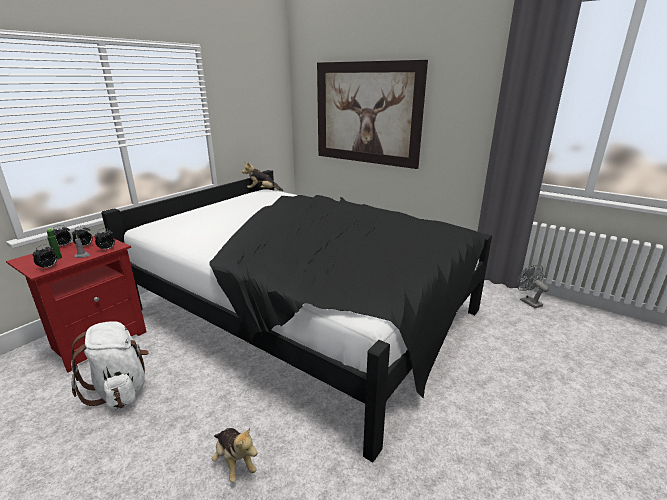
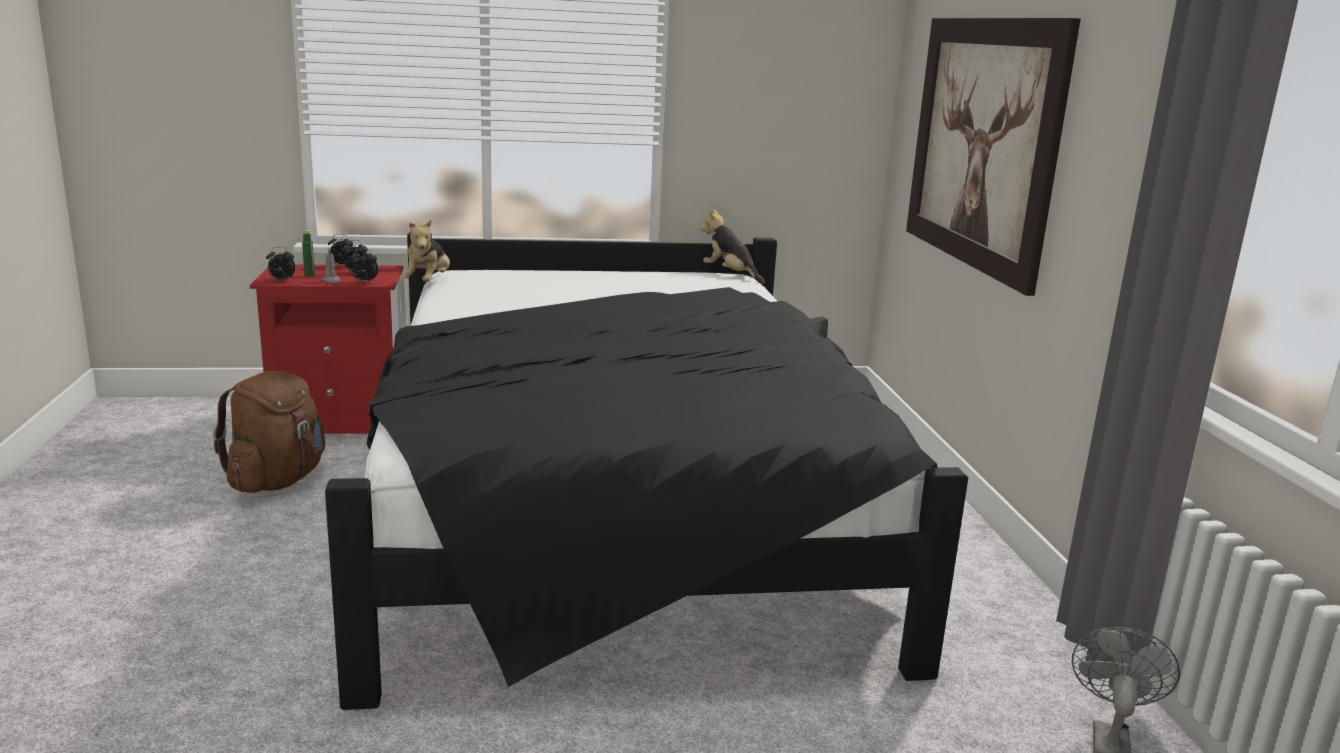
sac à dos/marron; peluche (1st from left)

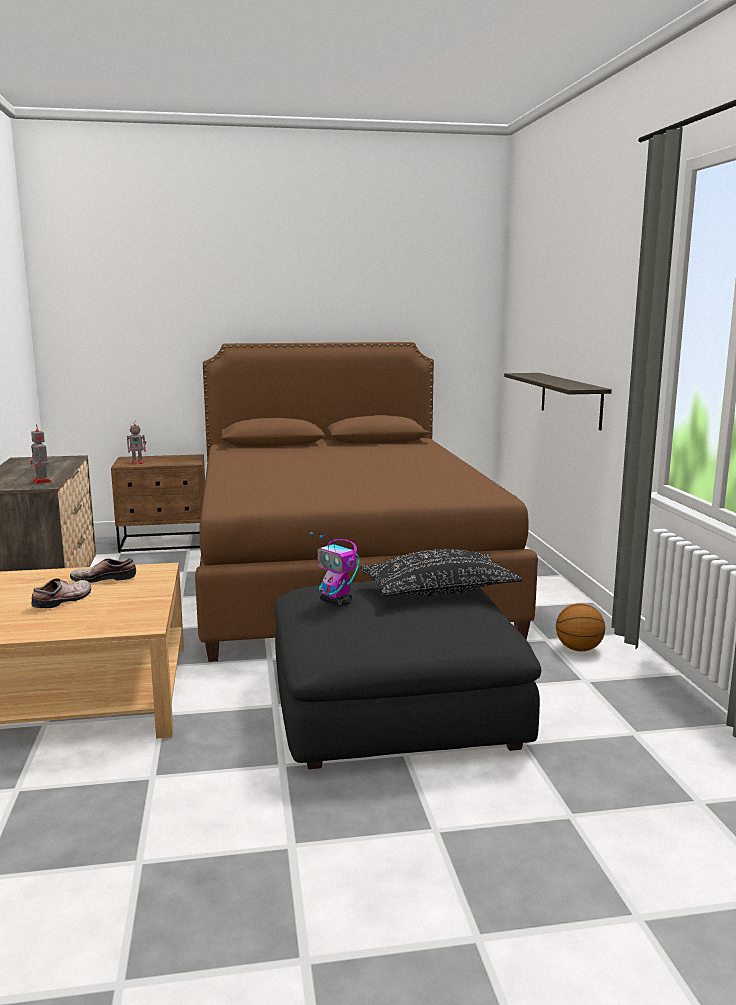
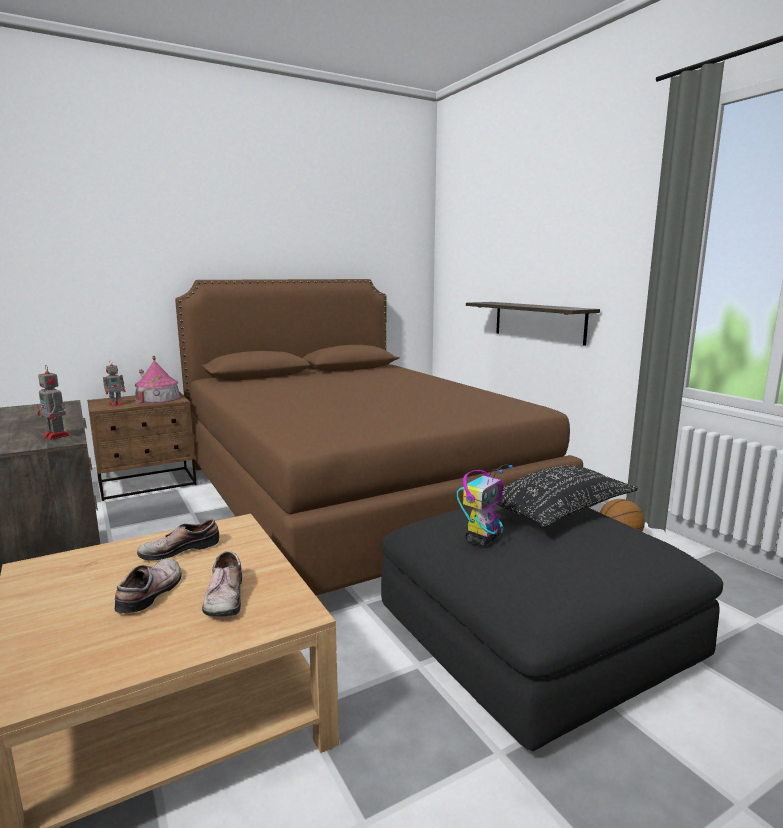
maison miniature; chaussure (3rd from left); robot jouet (3rd from left)

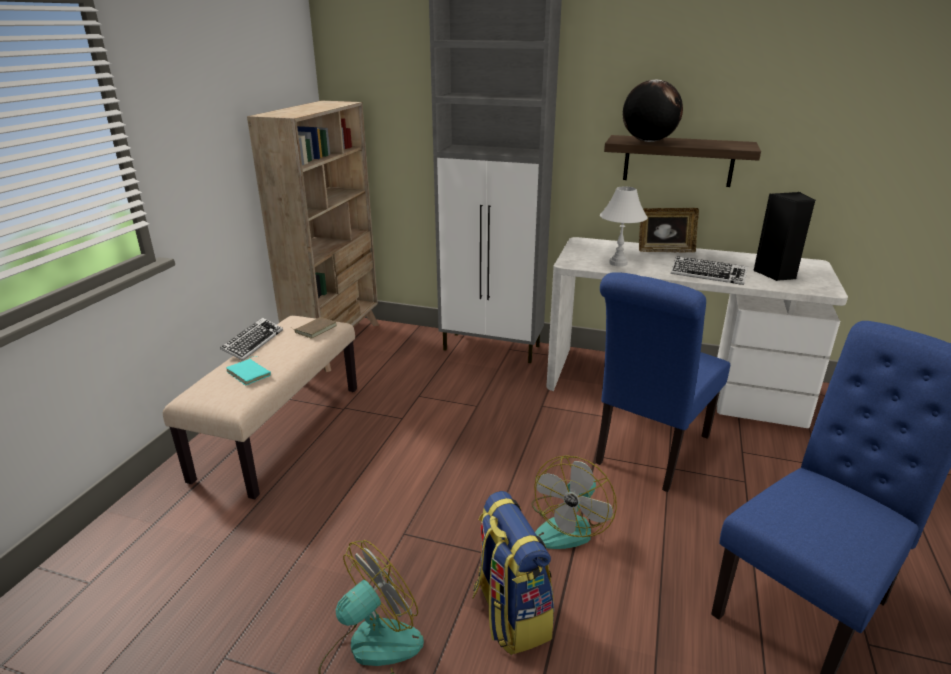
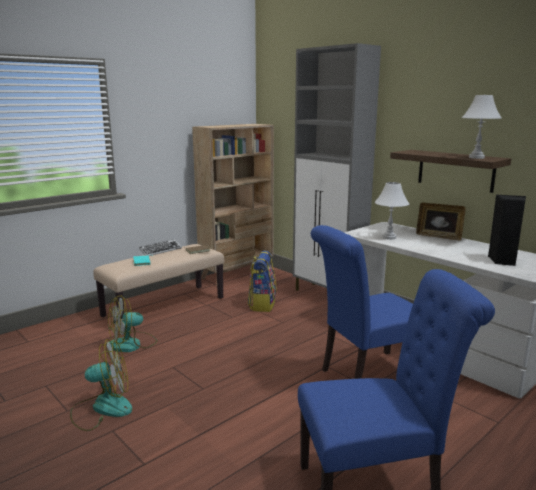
ventilateur (2nd from left); sac à dos; lampe de table/blanc (2nd from left); globe; clavier (2nd from left in the first image)

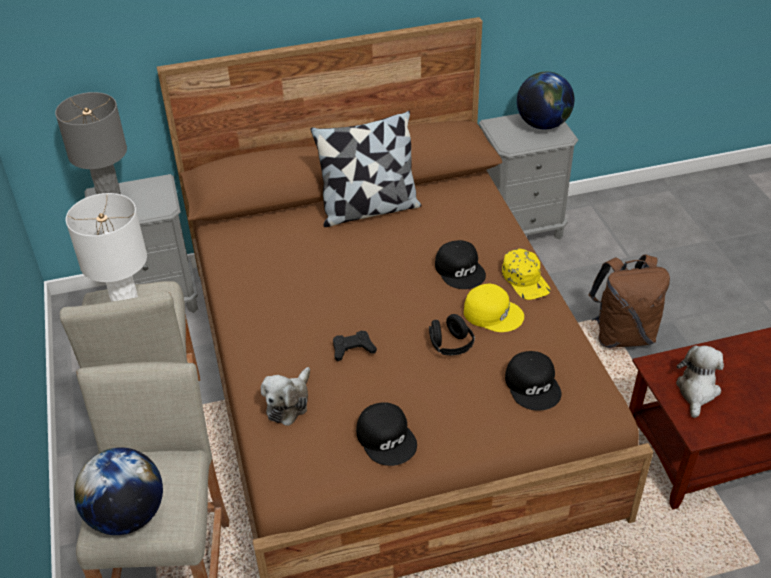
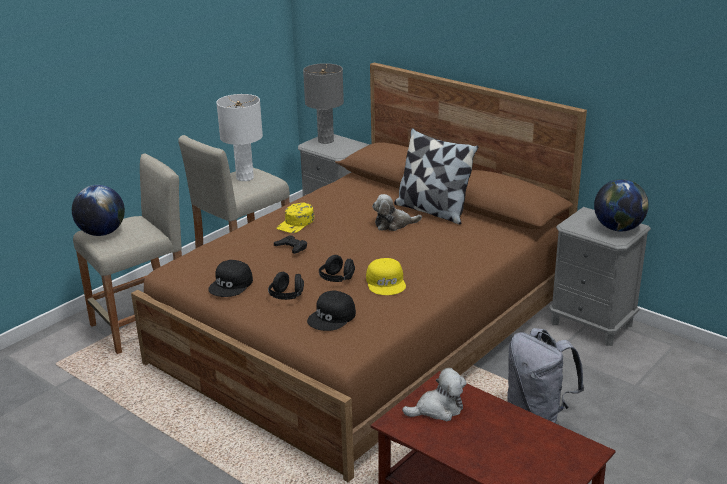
casque audio/noir (1st from left); casquette/jaune (1st from left); peluche (1st from left); sac à dos/gris; casquette/noir (2nd from left in the first image)

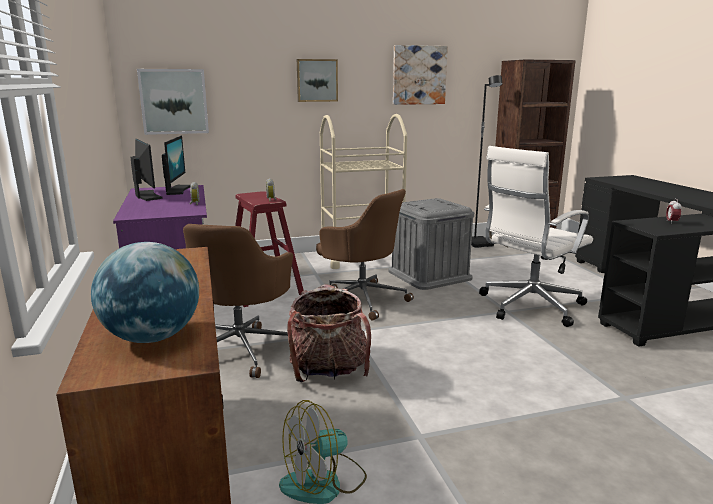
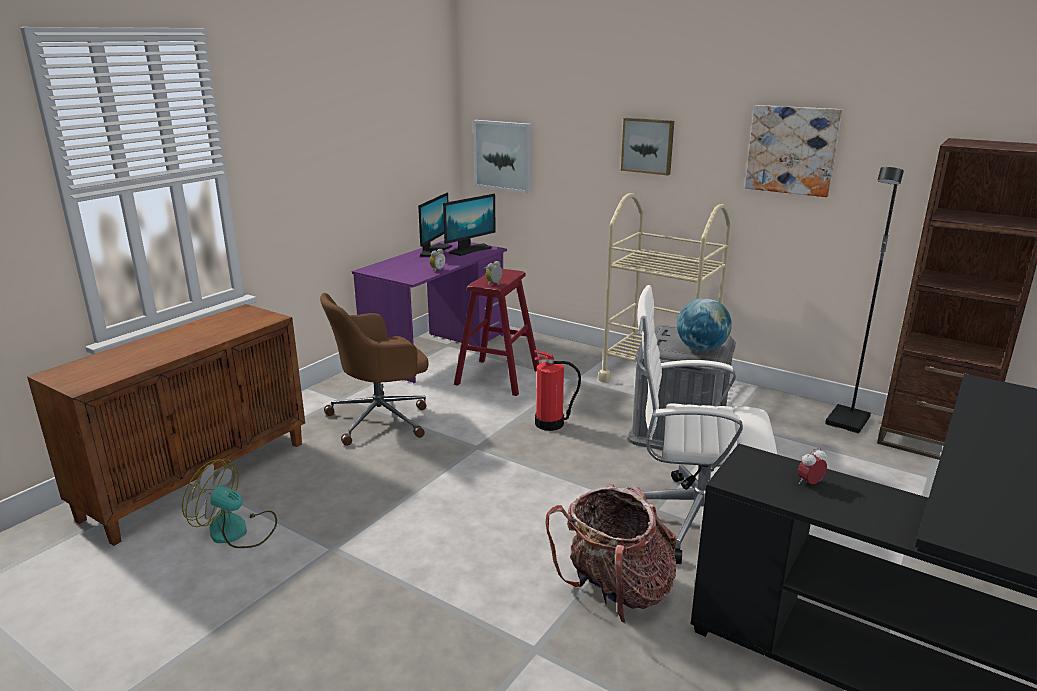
extincteur; sac à dos; globe

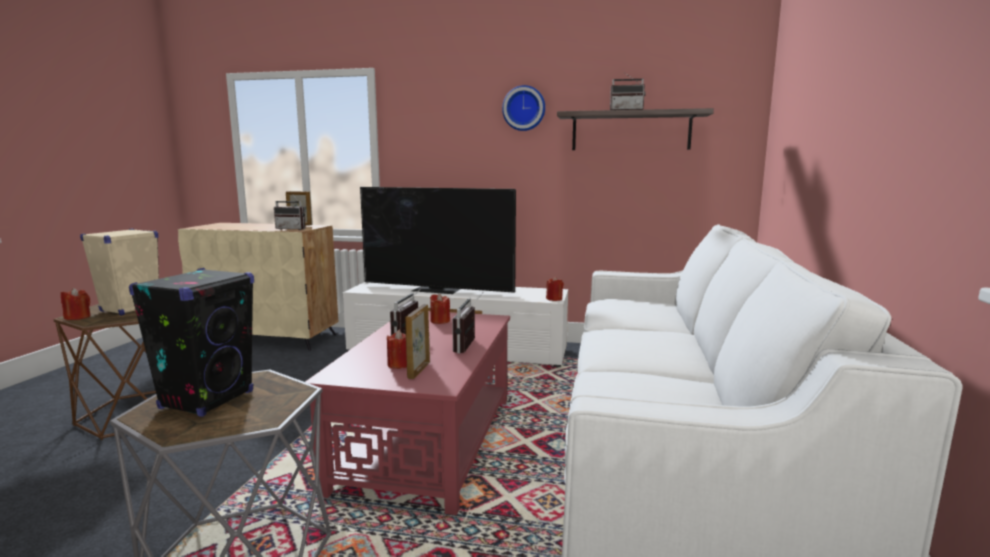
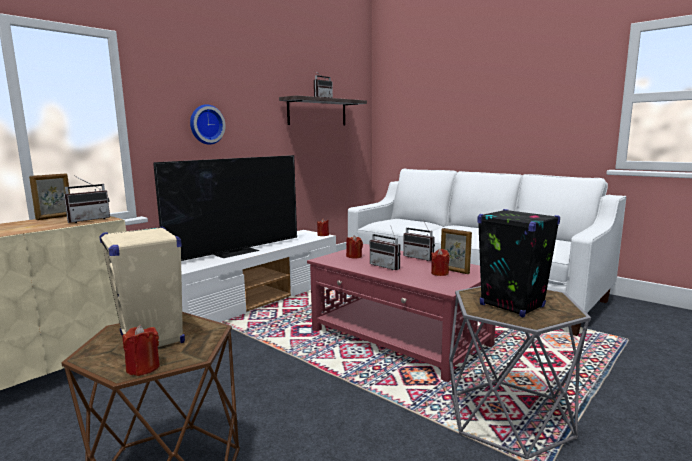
horloge murale

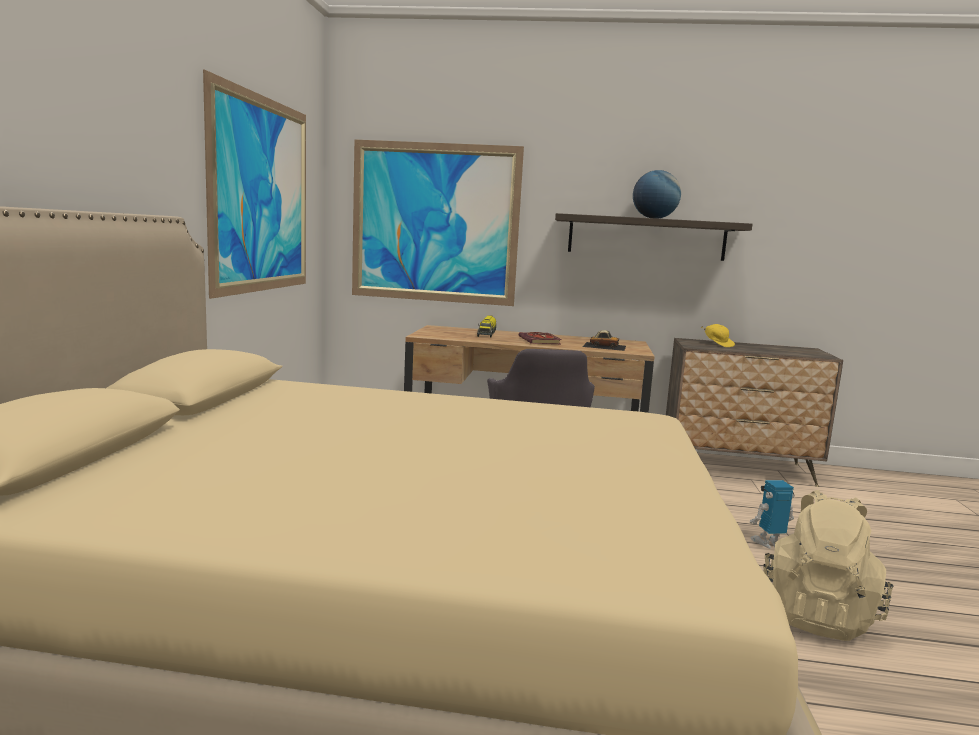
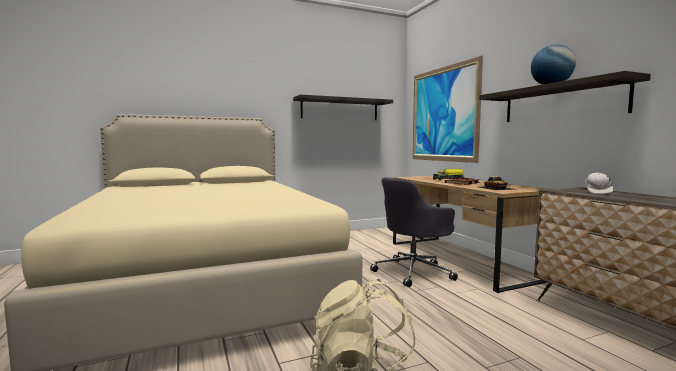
étagère (1st from left); casquette/blanc; robot jouet

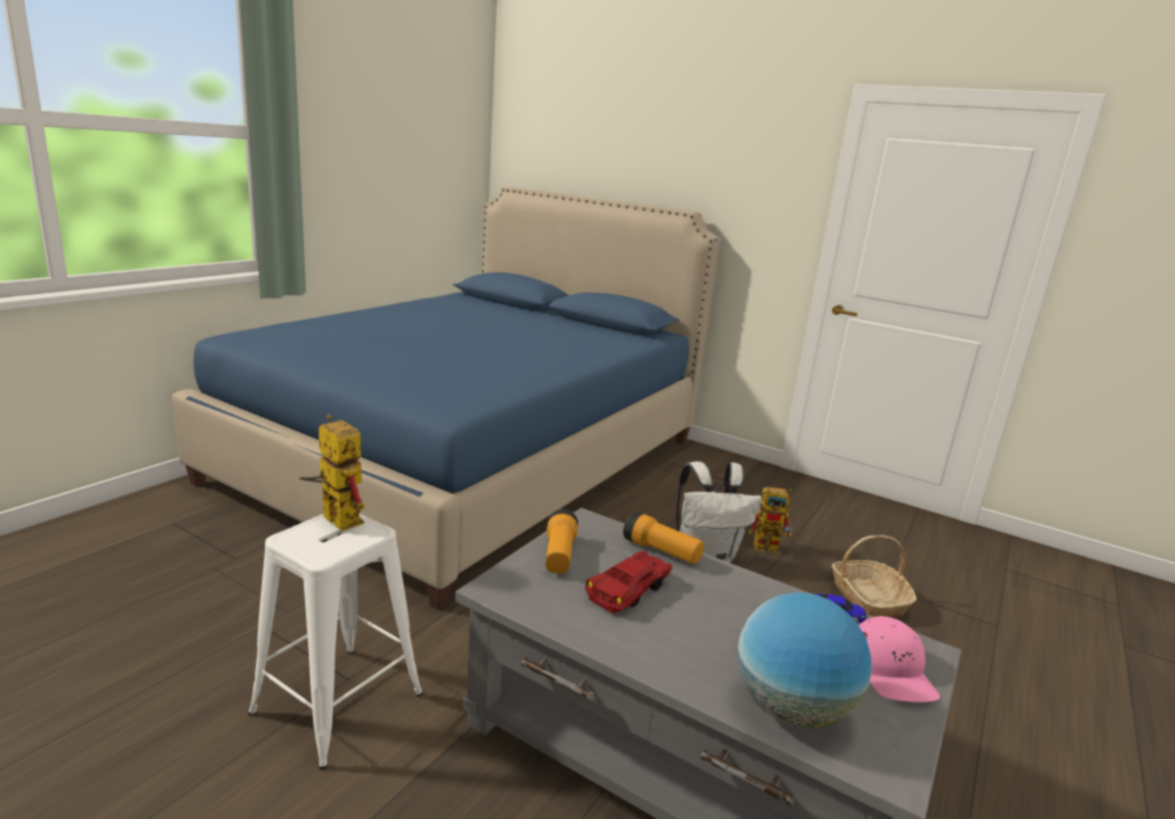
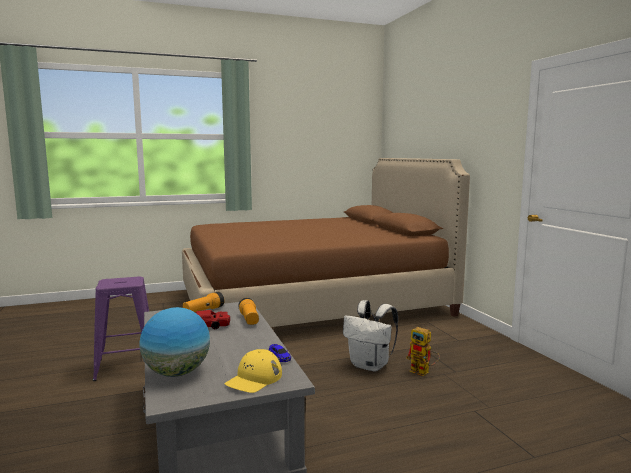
tabouret/violet; lit/marron; casquette/jaune; robot jouet (1st from left in the first image); panier

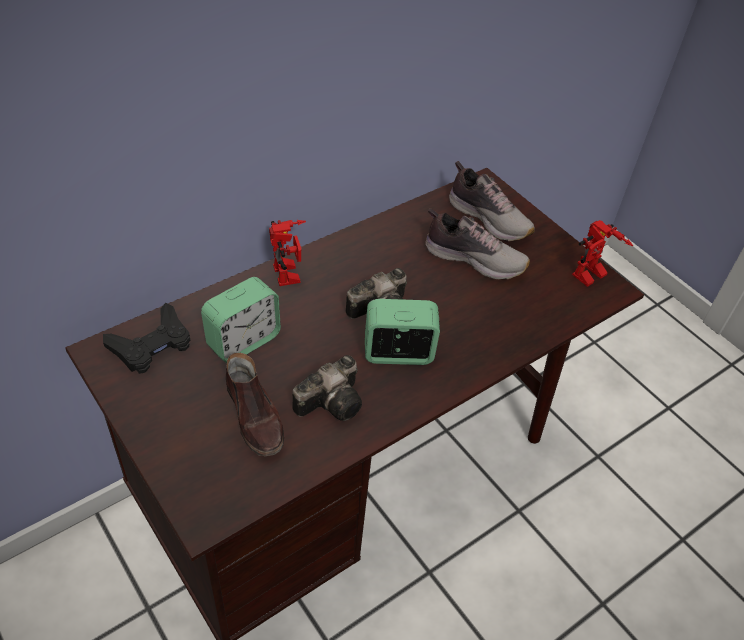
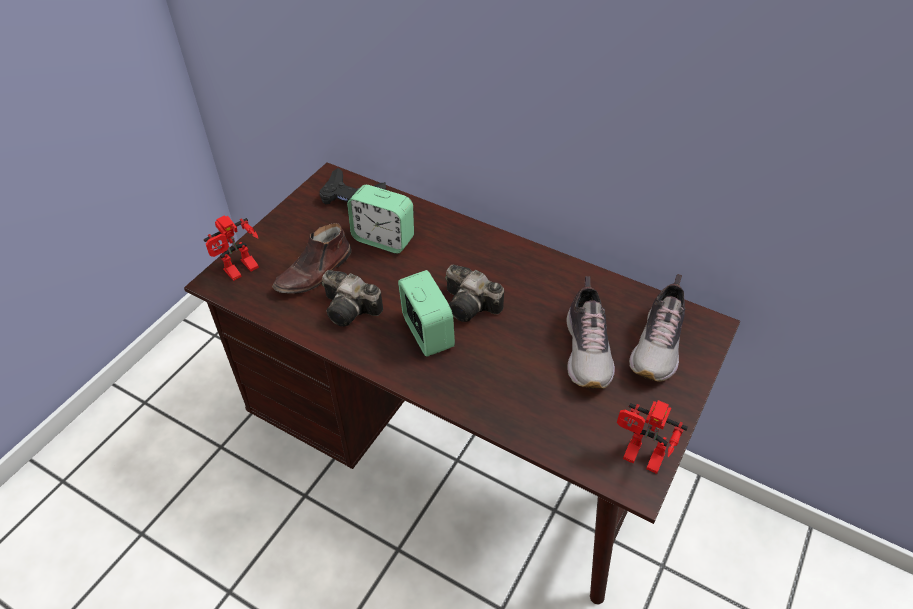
robot jouet (1st from left)

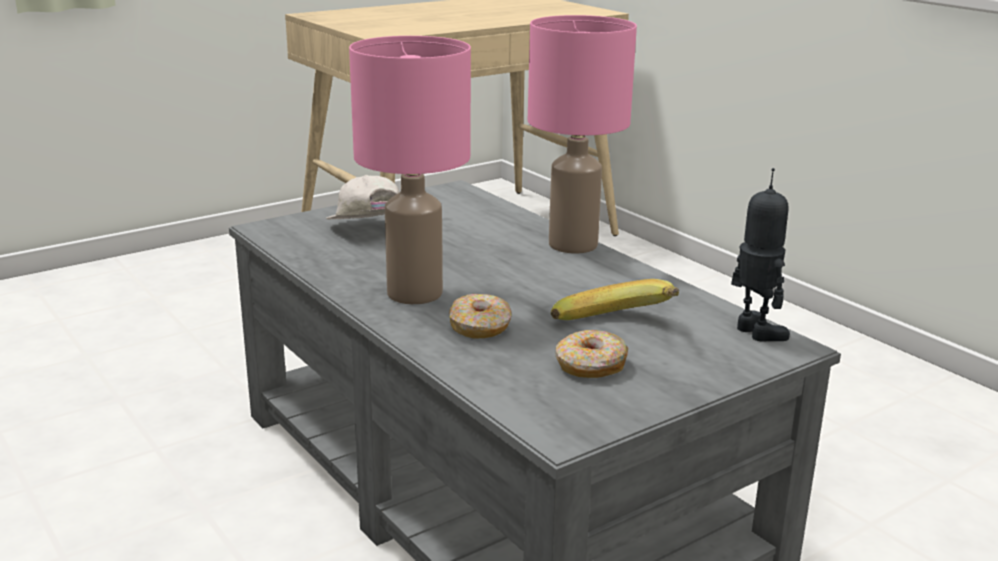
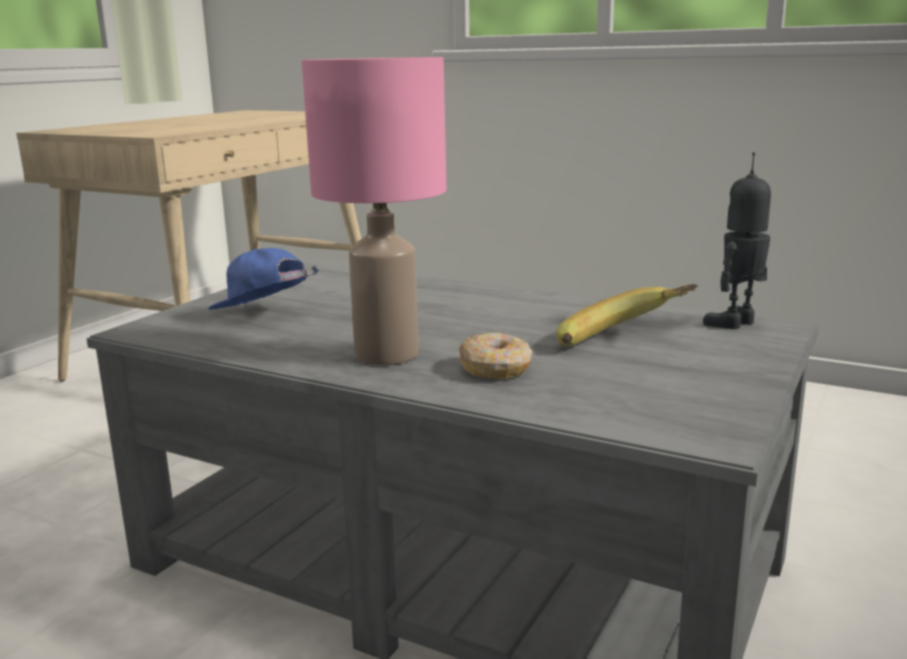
casquette/bleu; robot jouet; lampe de table/rose (2nd from left in the first image); beignet (2nd from left in the first image)

